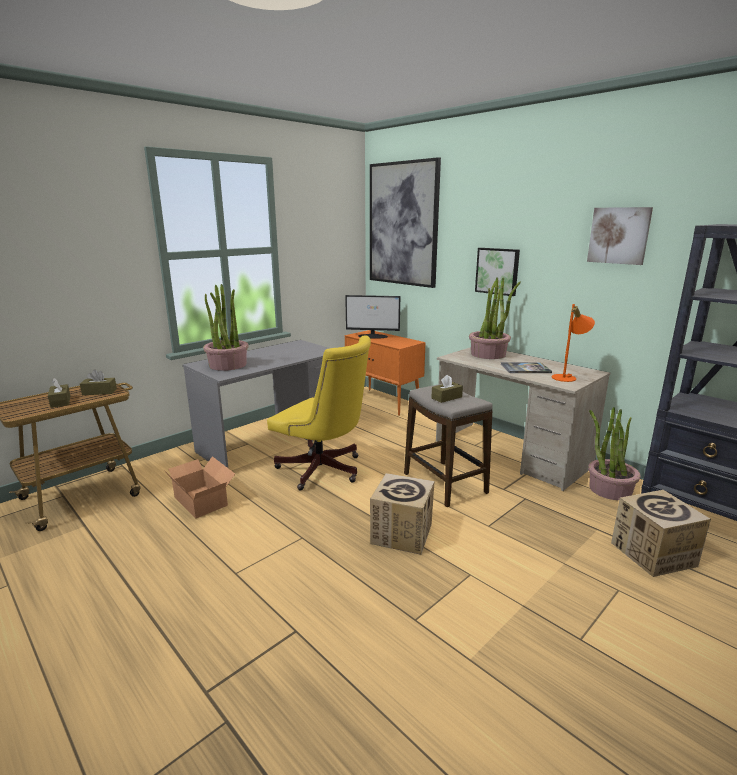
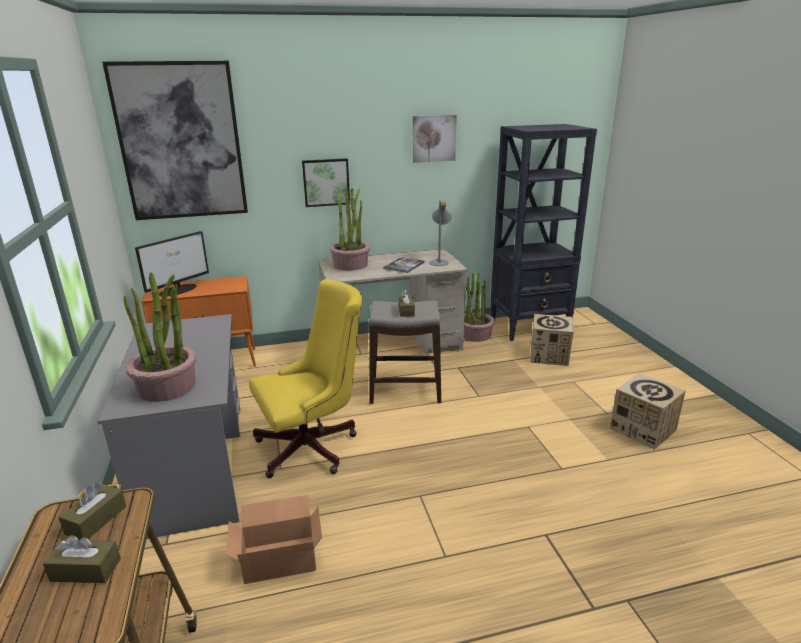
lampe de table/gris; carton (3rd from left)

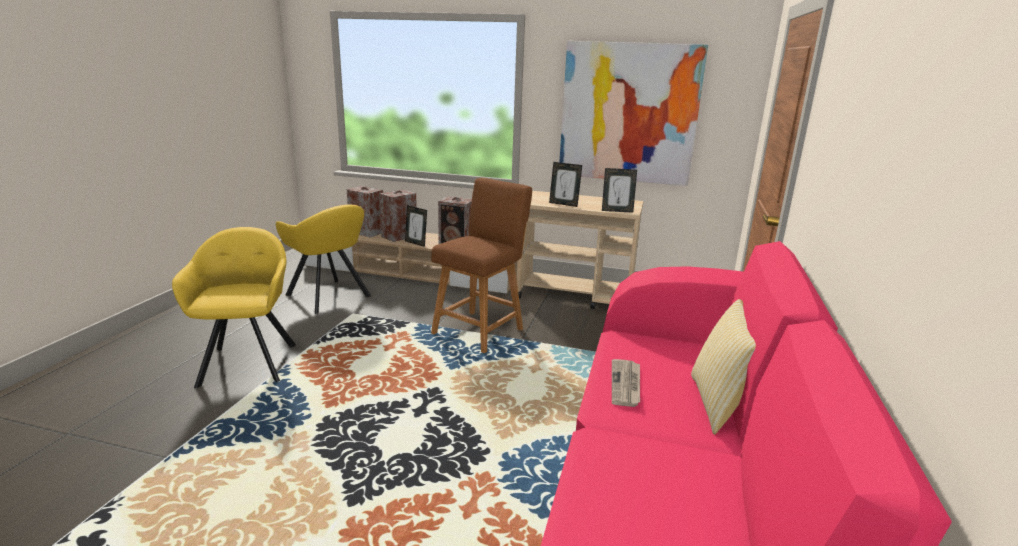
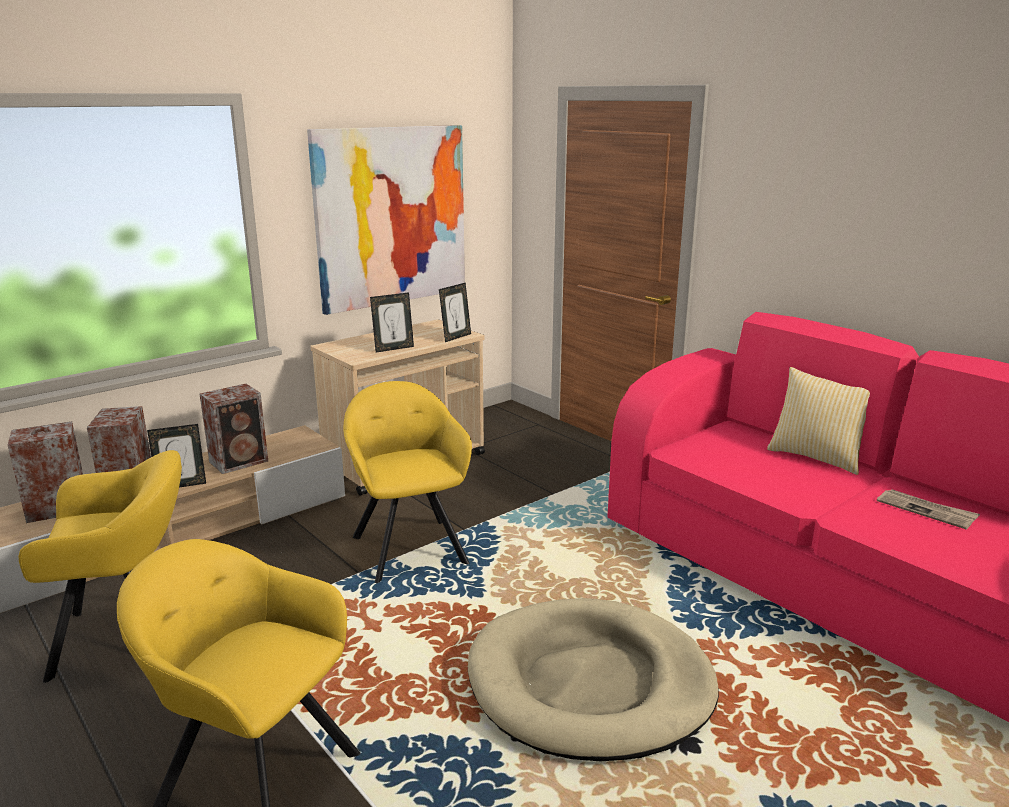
fauteuil/jaune (3rd from left); panier pour chien/beige; journal

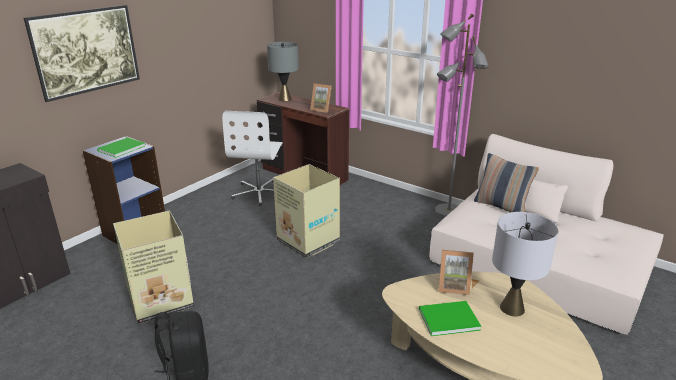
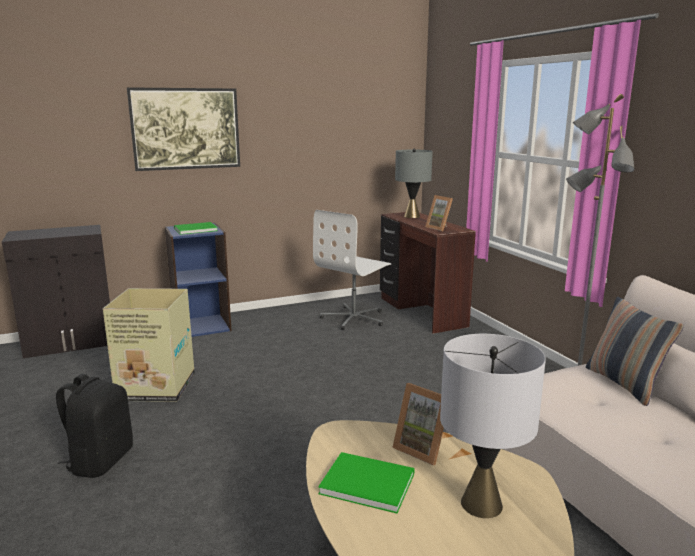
carton (2nd from left in the first image)

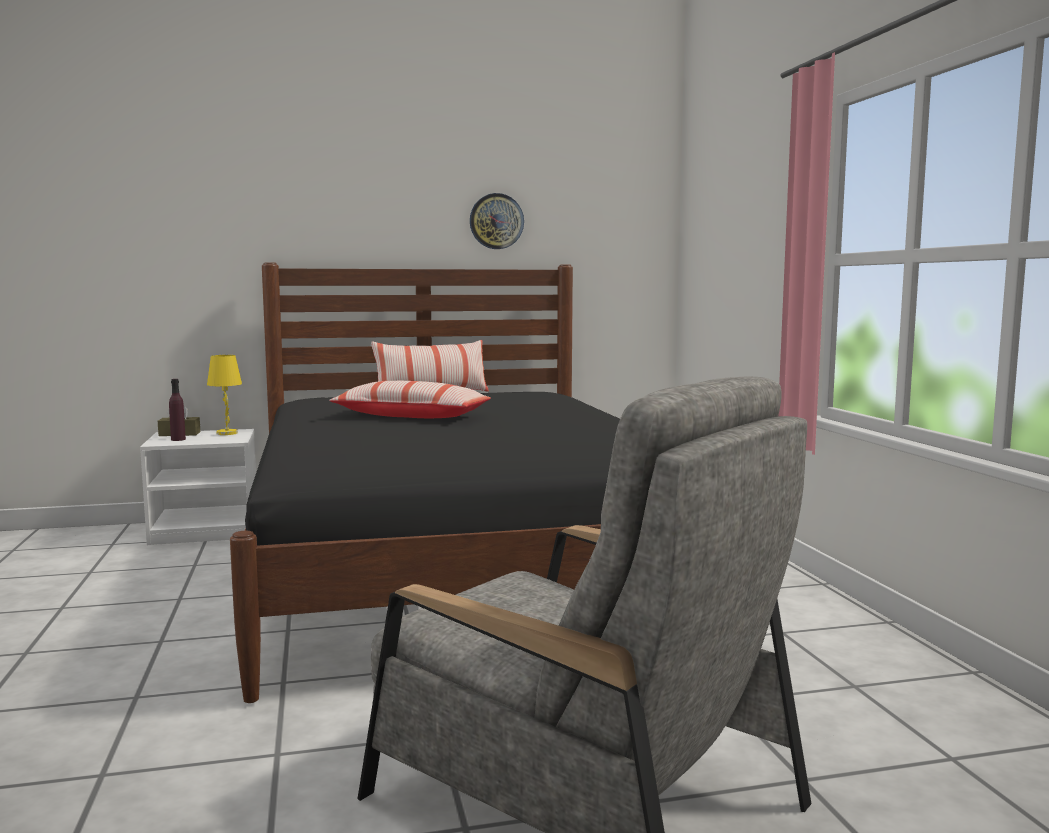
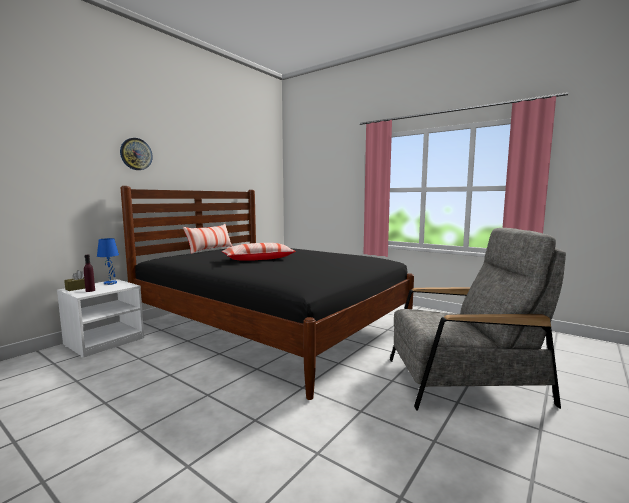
lampe de table/bleu; horloge murale

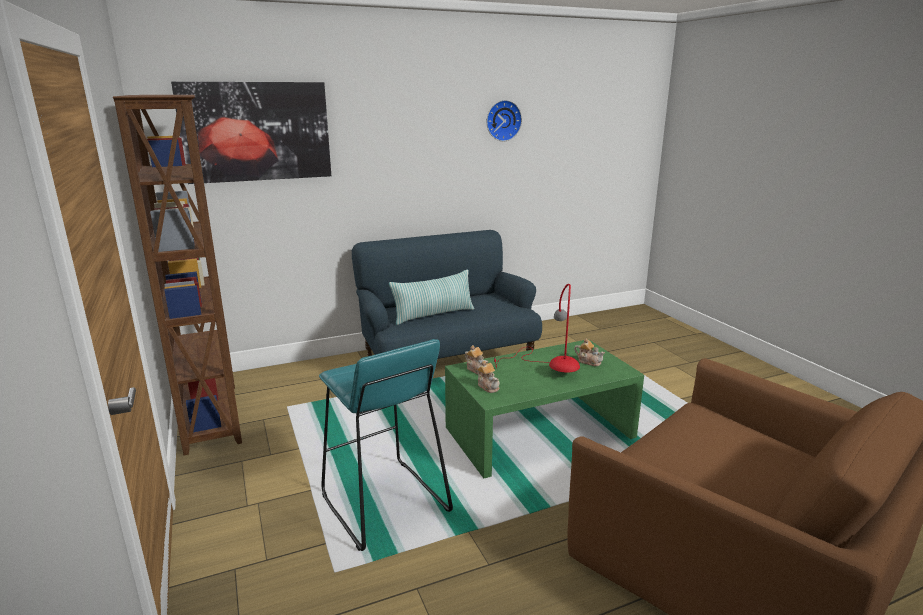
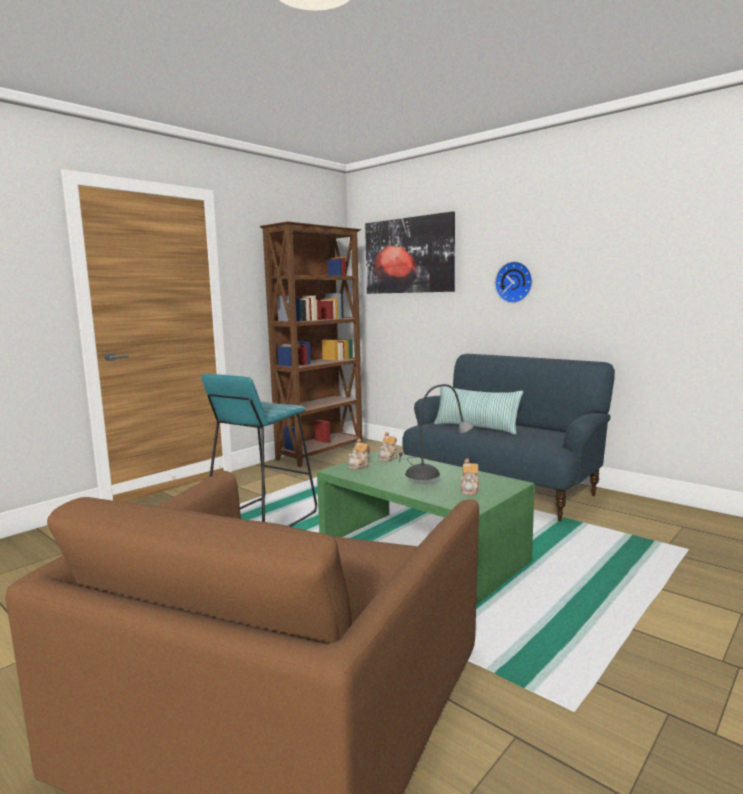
lampe de table/gris; horloge murale

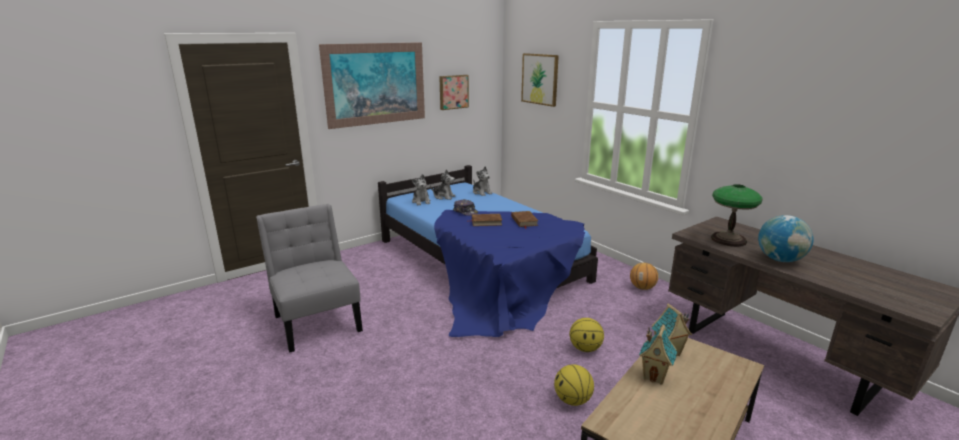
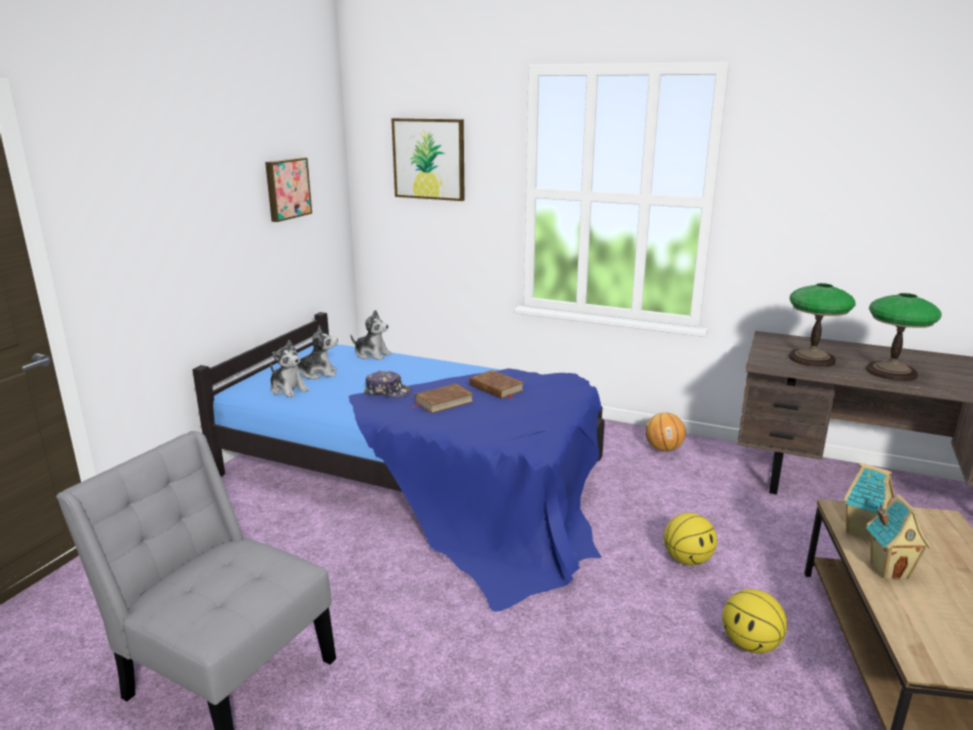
lampe de table (2nd from left); tableau (1st from left in the first image)

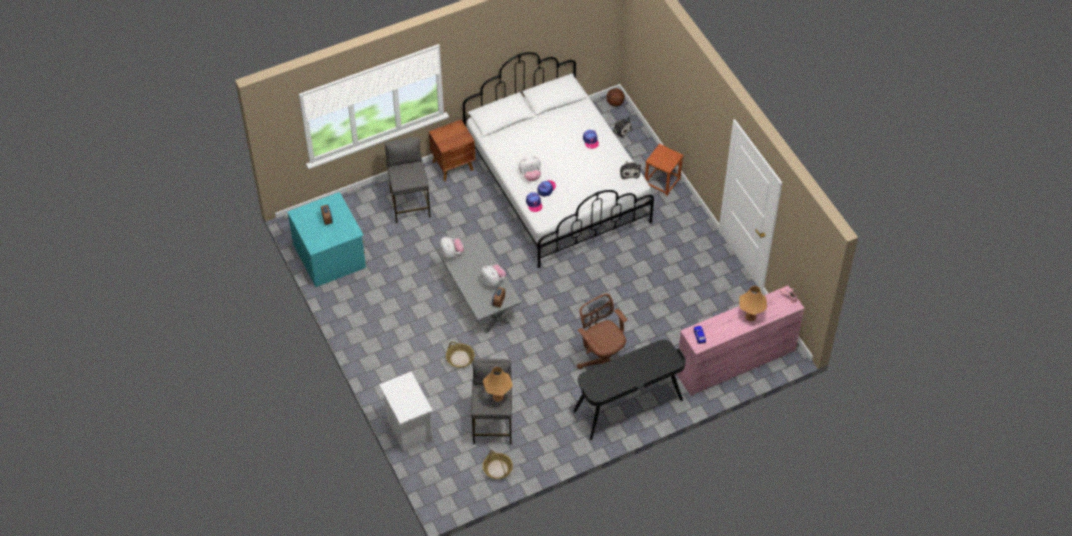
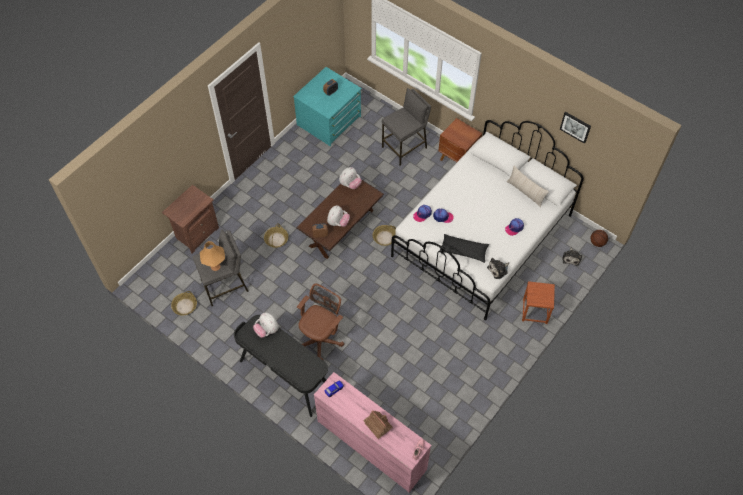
table de chevet/marron (1st from left); peluche (1st from left); table basse/marron; maison miniature; panier (3rd from left); coussin/noir; coussin/beige; tableau

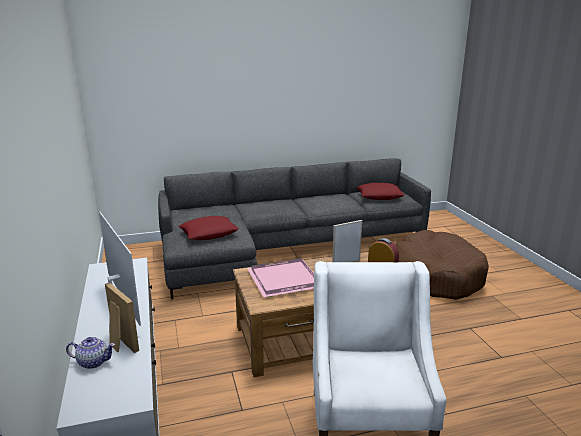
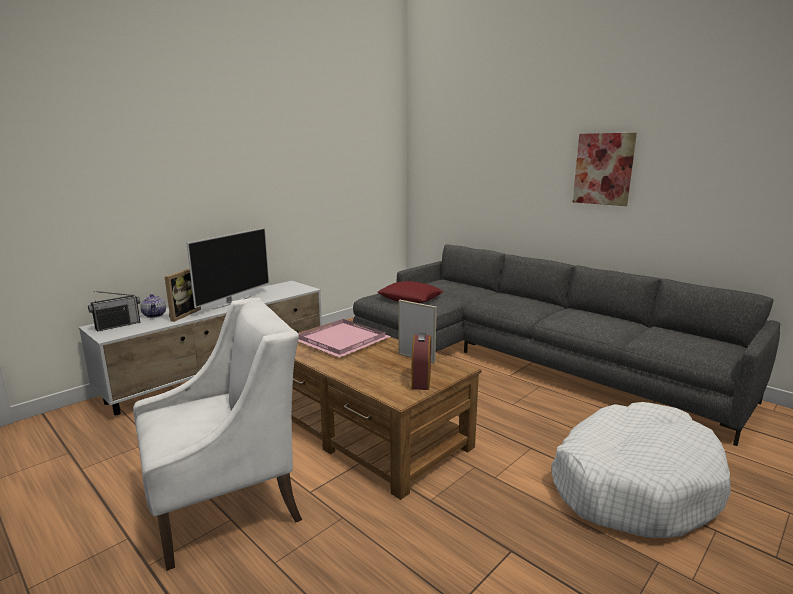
radio; panier pour chien/blanc; tableau; coussin/rouge (2nd from left in the first image)

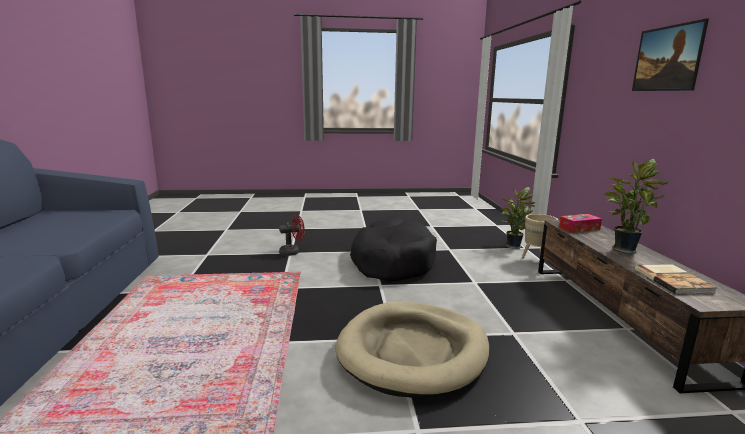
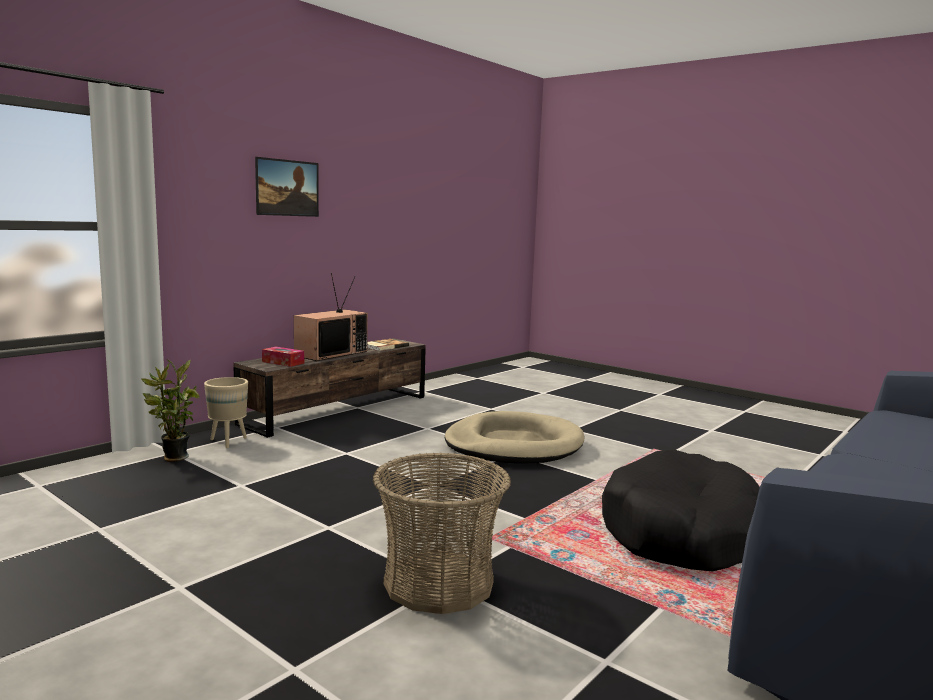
téléviseur; panier; panier pour chien/noir

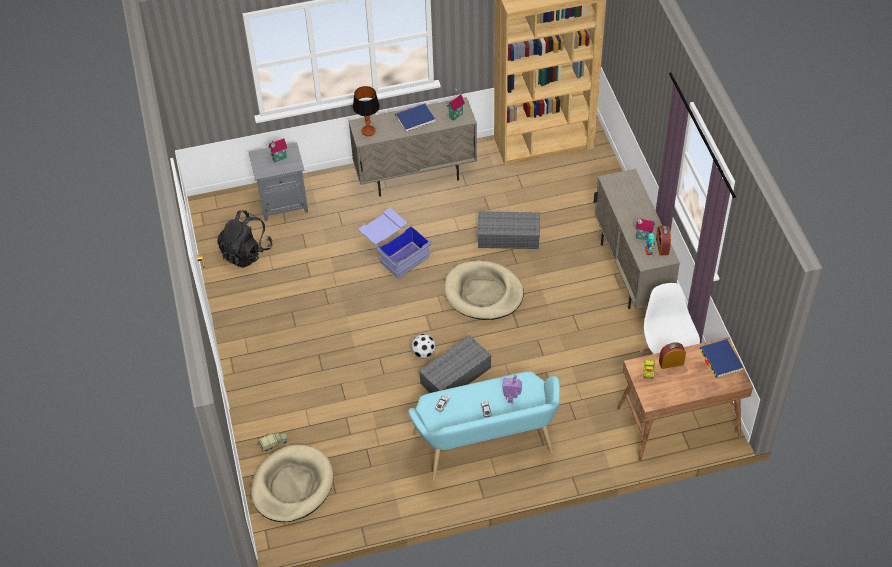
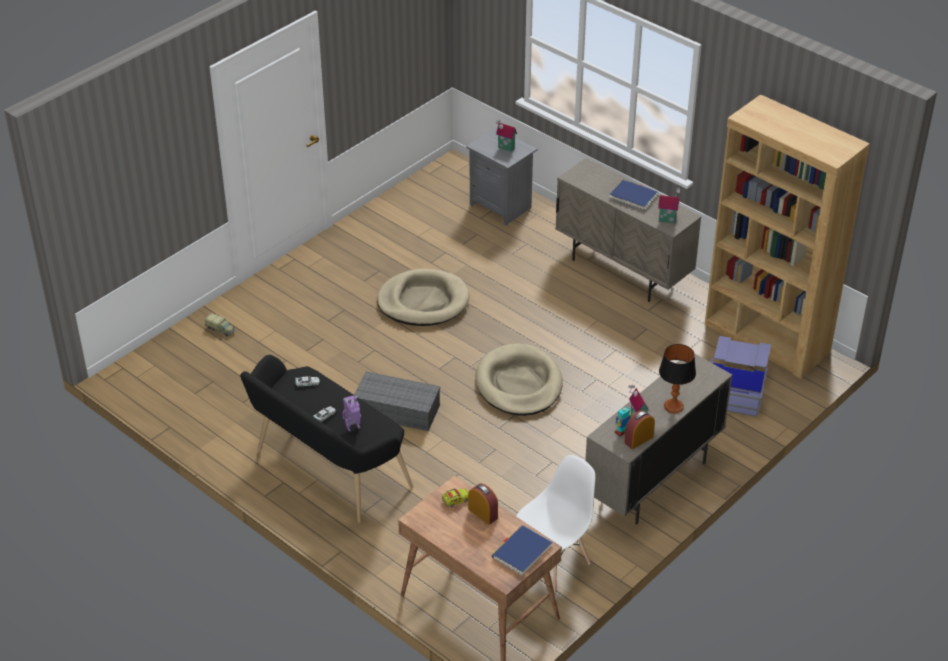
banc/noir; panier pour chien/beige (1st from left); lampe de table; boîte de rangement/bleu; sac à dos/noir; ballon de foot; boîte de rangement/gris (2nd from left in the first image)

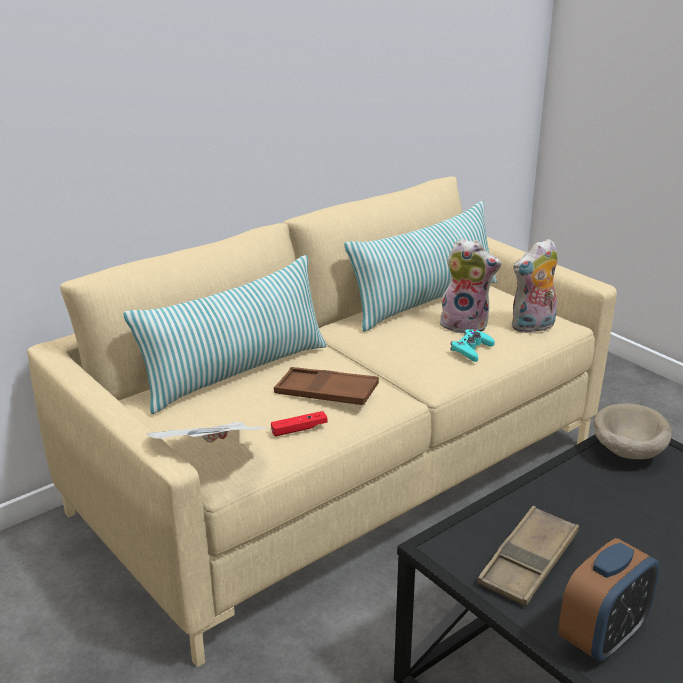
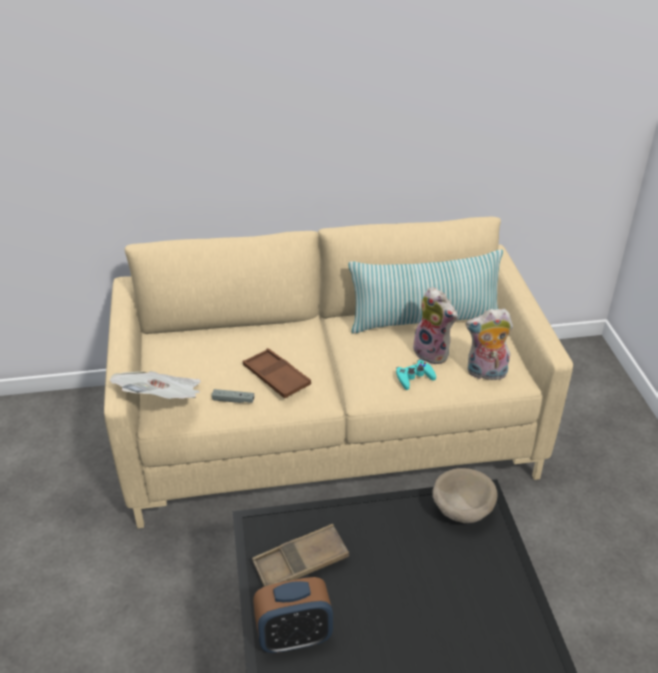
manette/gris; coussin (1st from left in the first image)

